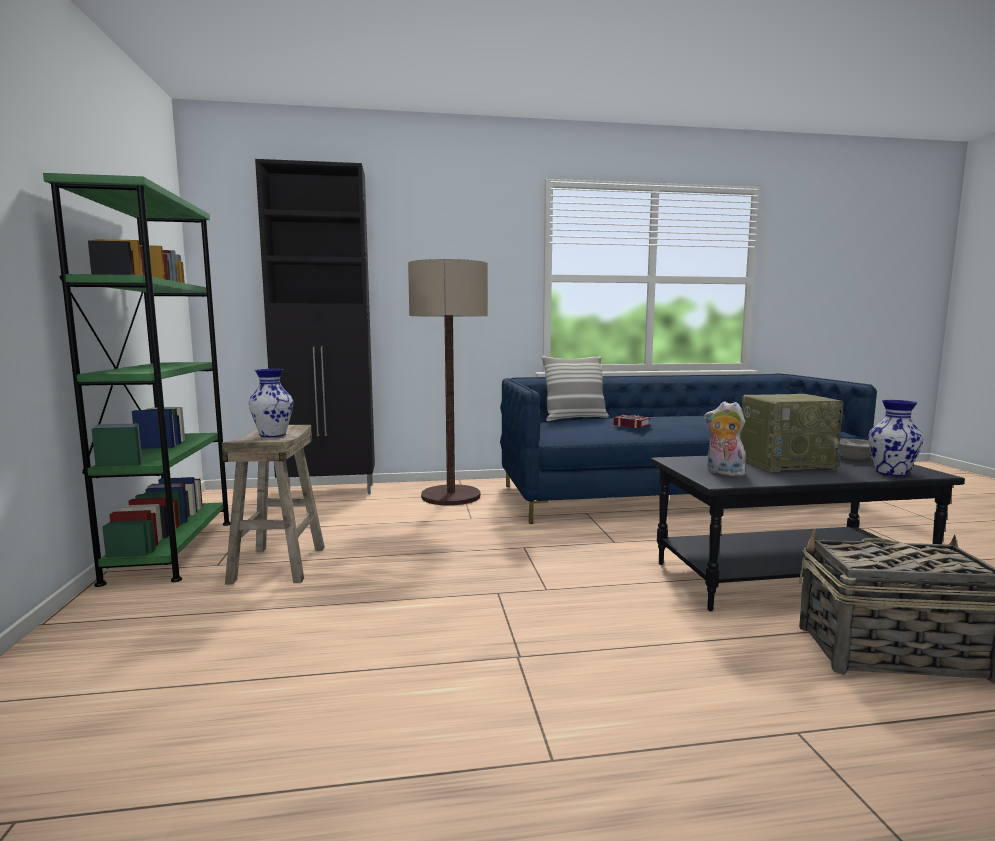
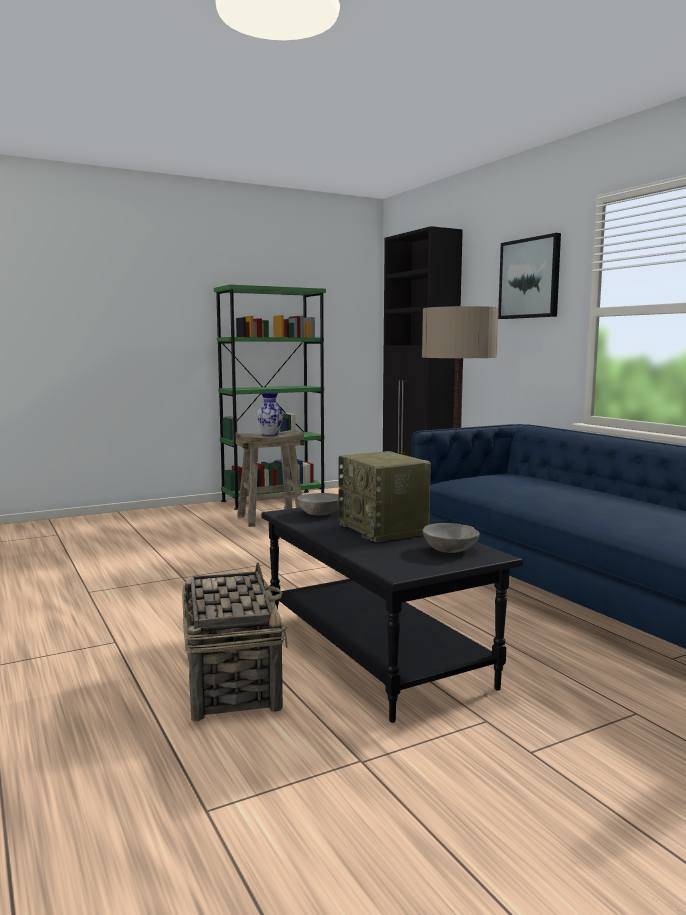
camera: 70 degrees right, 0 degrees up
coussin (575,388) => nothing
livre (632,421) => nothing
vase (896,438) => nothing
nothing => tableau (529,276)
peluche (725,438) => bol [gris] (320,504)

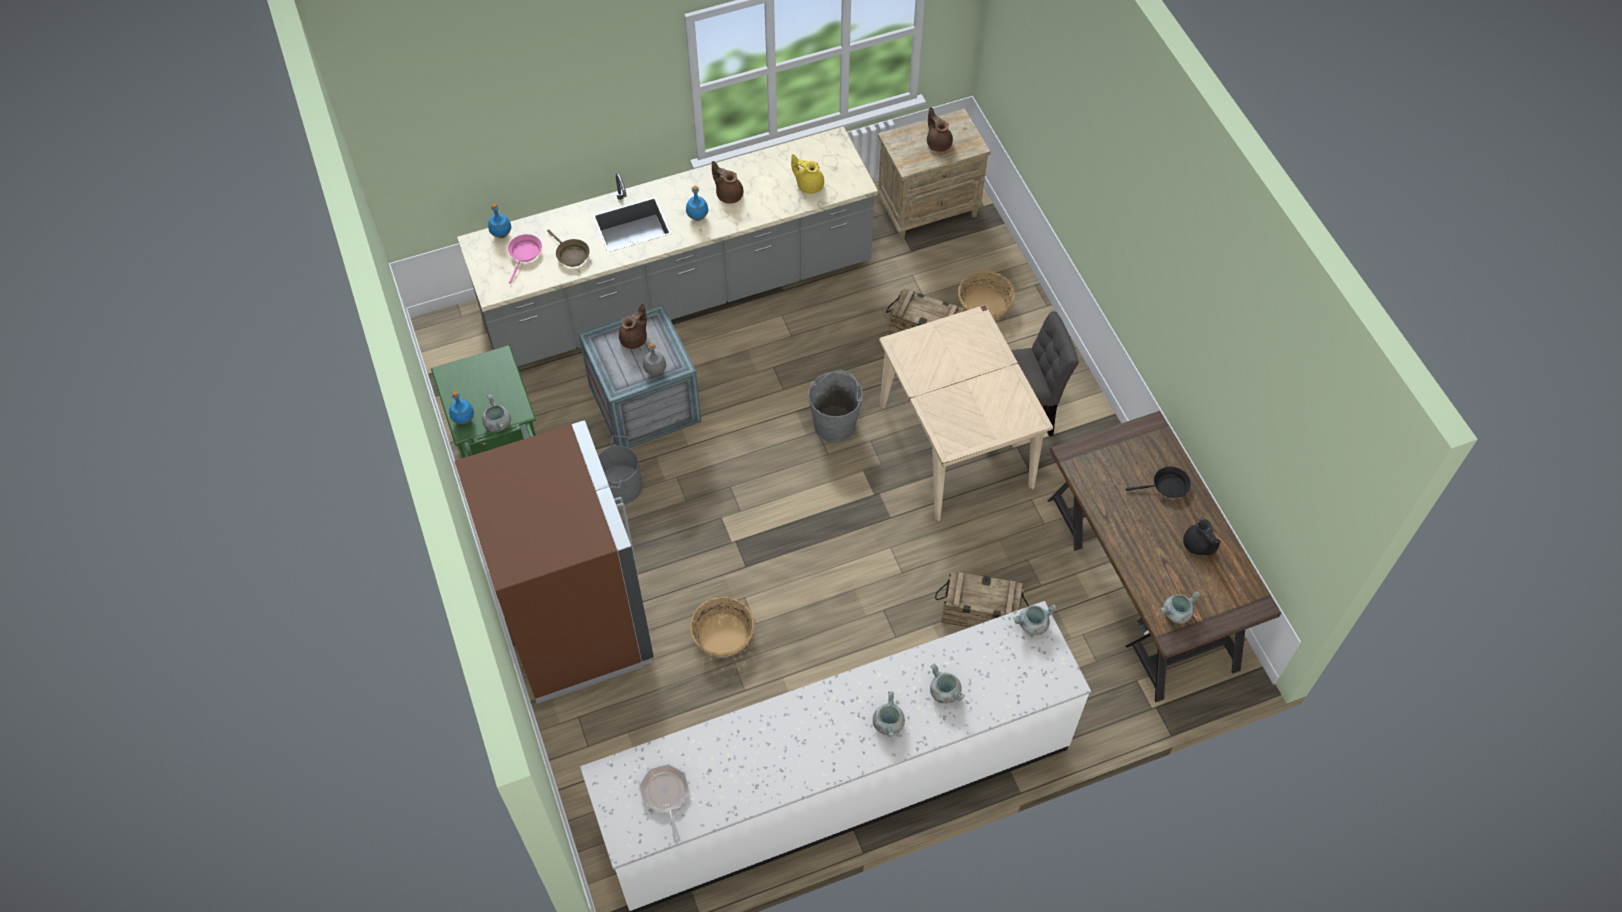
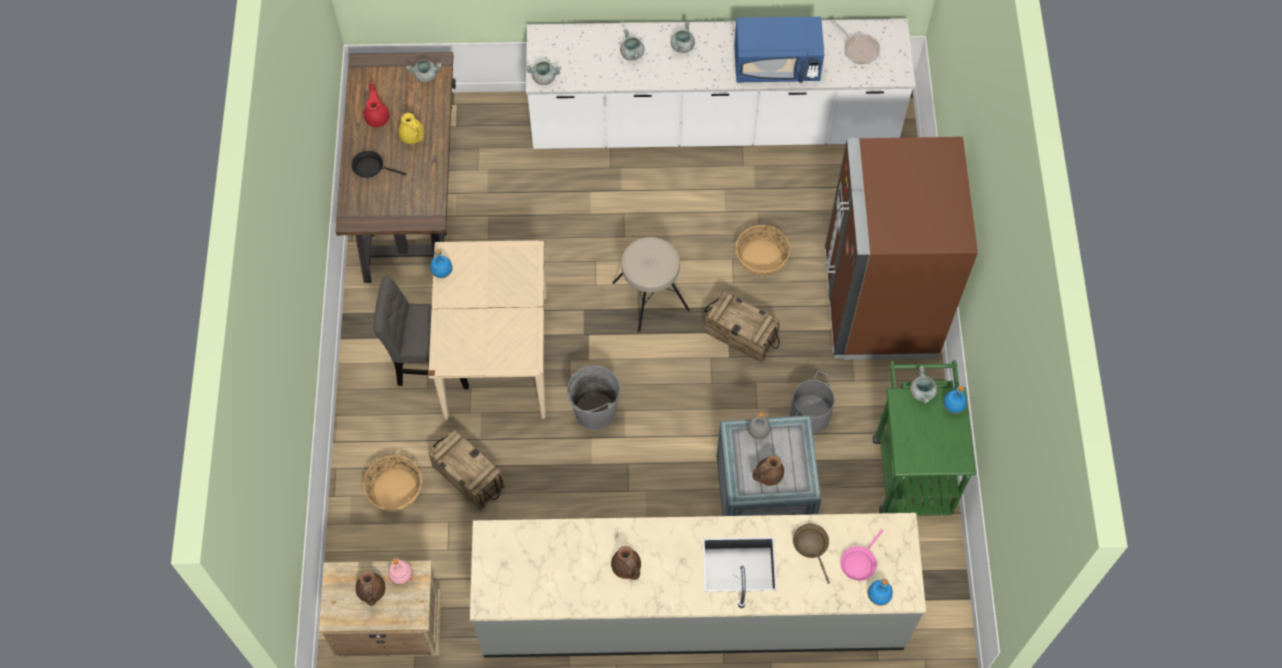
camera: 160 degrees left, 5 degrees up
nothing => bouteille [rose] (400,572)
nothing => tabouret [beige] (651,284)
nothing => micro-ondes [bleu] (779,50)
bouteille [bleu] (697,203) => bouteille [bleu] (441,264), relocated
théière [jaune] (807,174) => théière [jaune] (411,128), relocated
caisse (982,599) => caisse (742,326), relocated
théière [noir] (1202,537) => théière [rouge] (376,105)
poêle (664,803) => poêle (855,42), 45 degrees counterclockwise

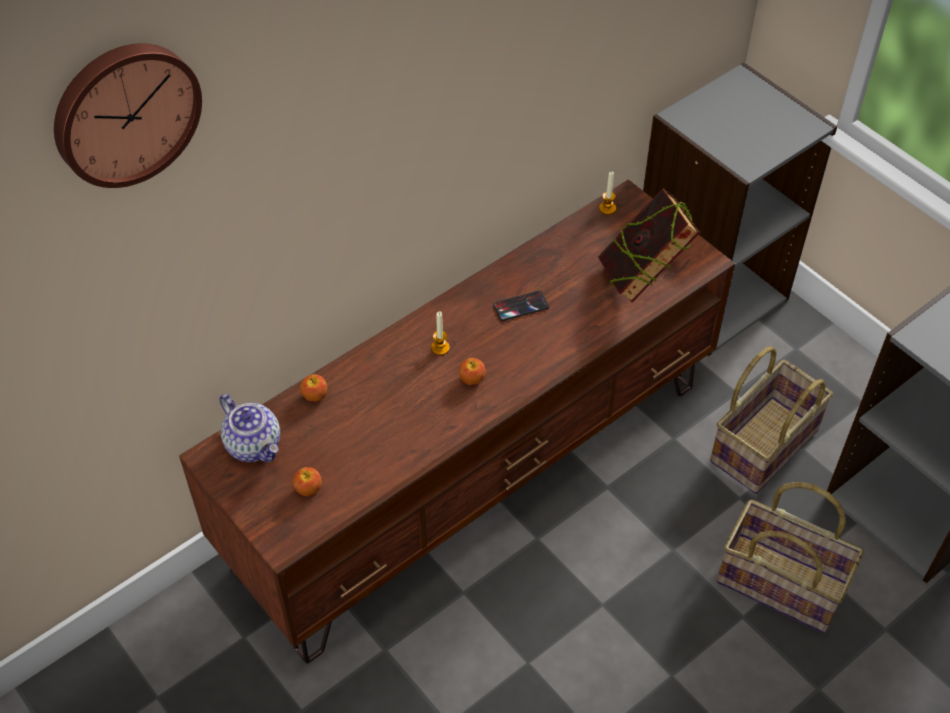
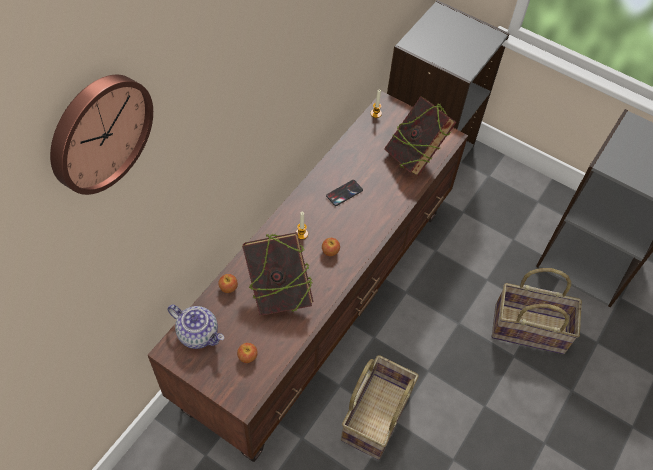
camera: 20 degrees left, 5 degrees up
nothing => livre (278,274)
panier (771,420) => panier (380,407), relocated

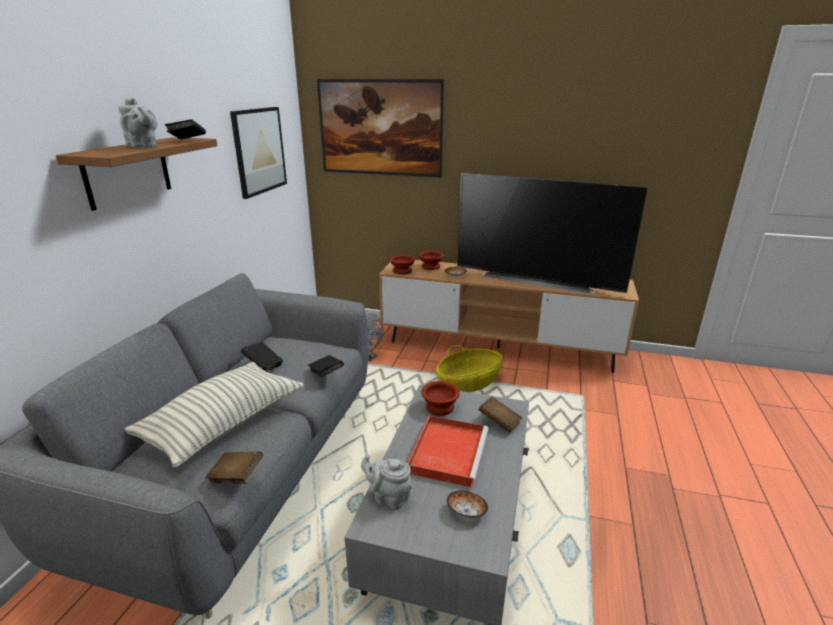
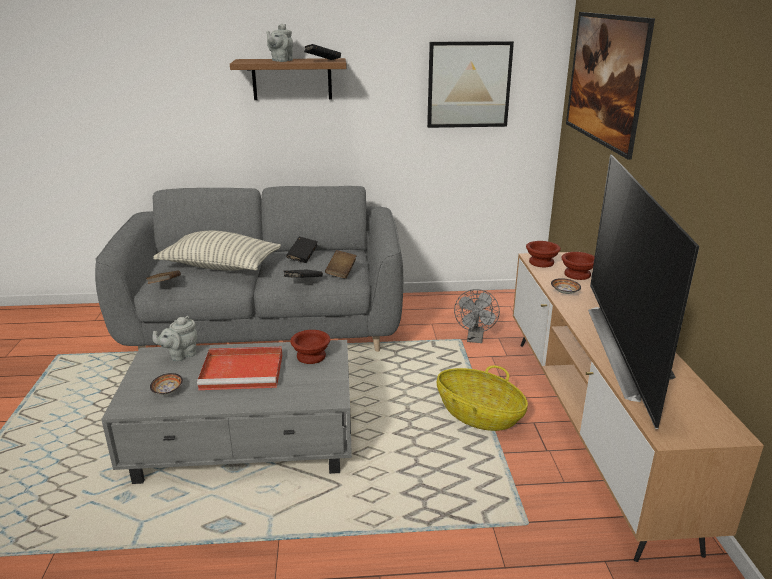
camera: 70 degrees right, 0 degrees up
livre [marron] (500,415) => livre [marron] (341,264), relocated
théière [gris] (386,482) => théière [gris] (174,339), 135 degrees counterclockwise

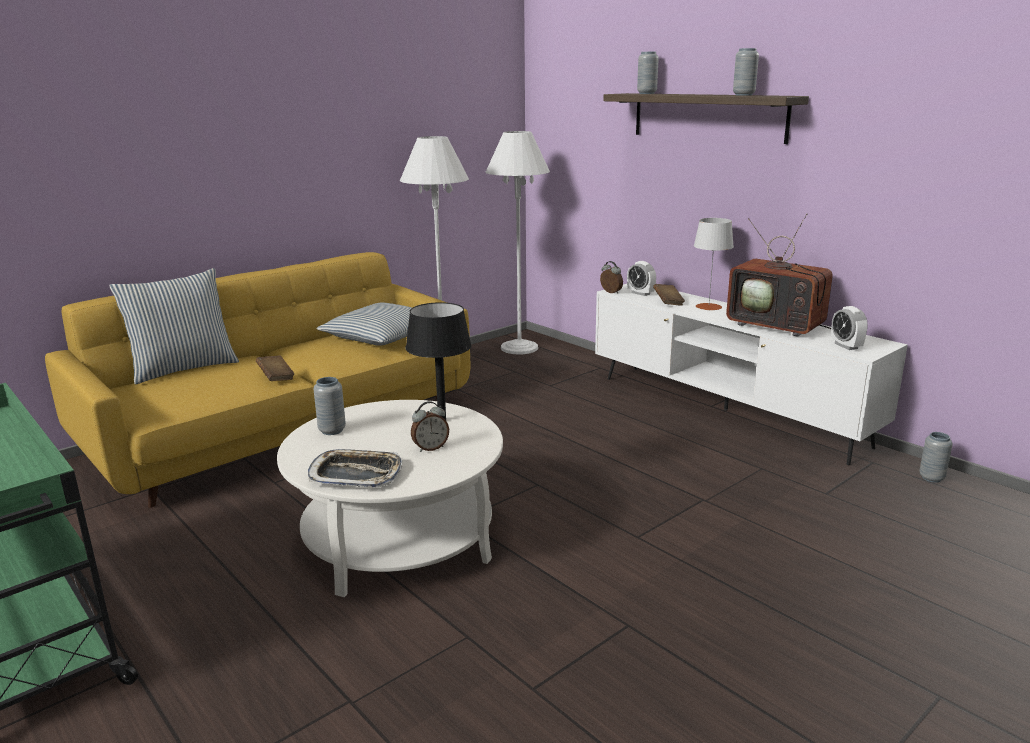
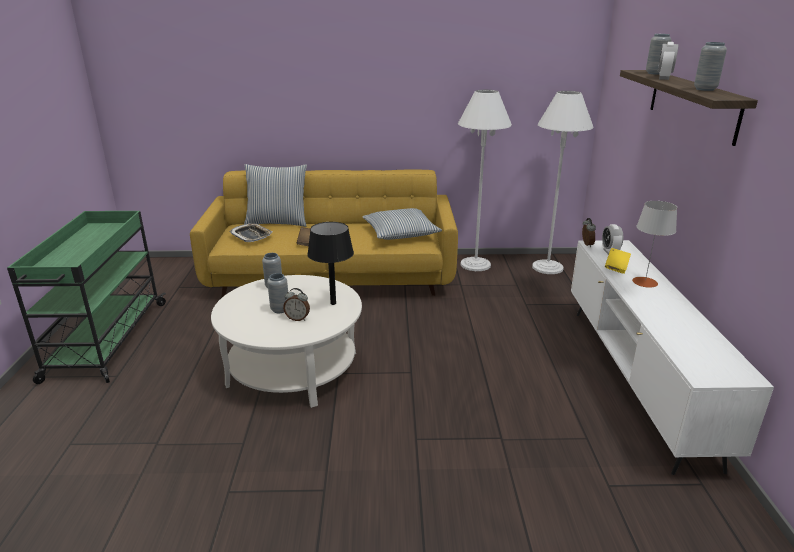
camera: 40 degrees right, 5 degrees up
téléviseur (779,275) => nothing
plateau (355,468) => plateau (251,232), relocated
réveil (849,328) => réveil (668,61), relocated
vase [gris] (936,457) => vase [gris] (277,293), relocated
livre [marron] (669,295) => livre [jaune] (618,261)

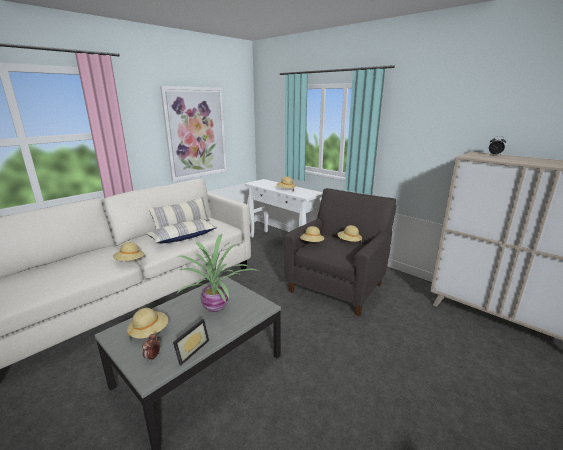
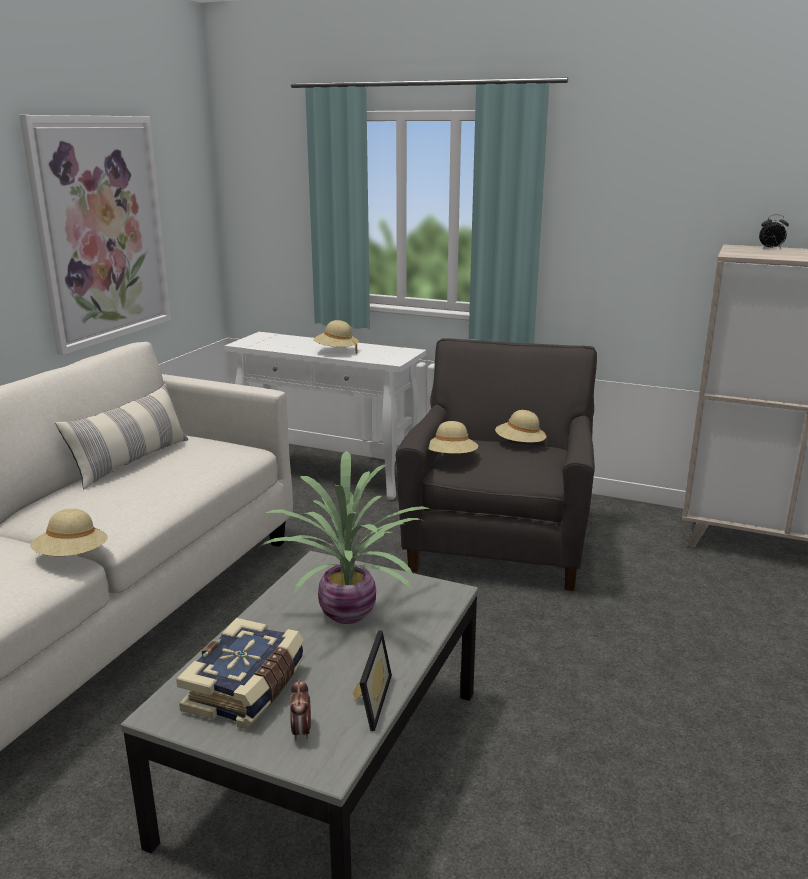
camera: 20 degrees left, 0 degrees up
coussin (182,231) => nothing
chapeau [beige] (147,324) => livre (240,674)

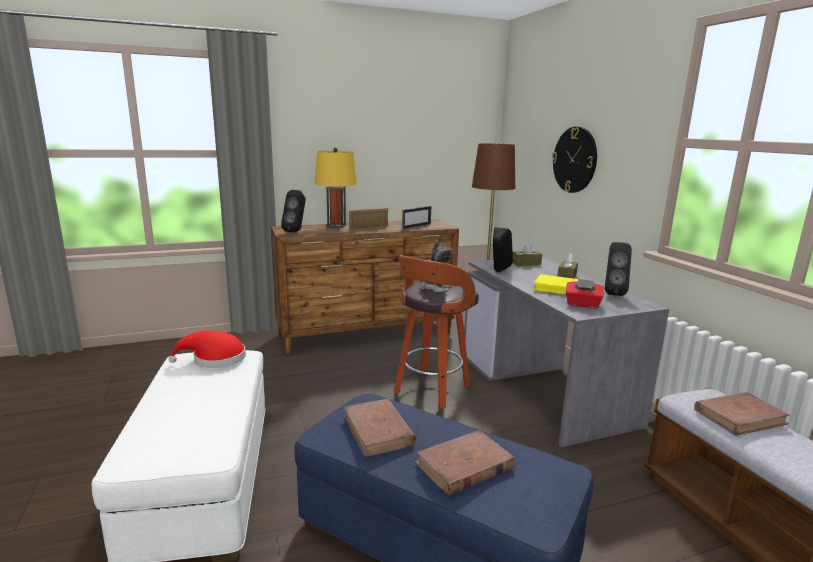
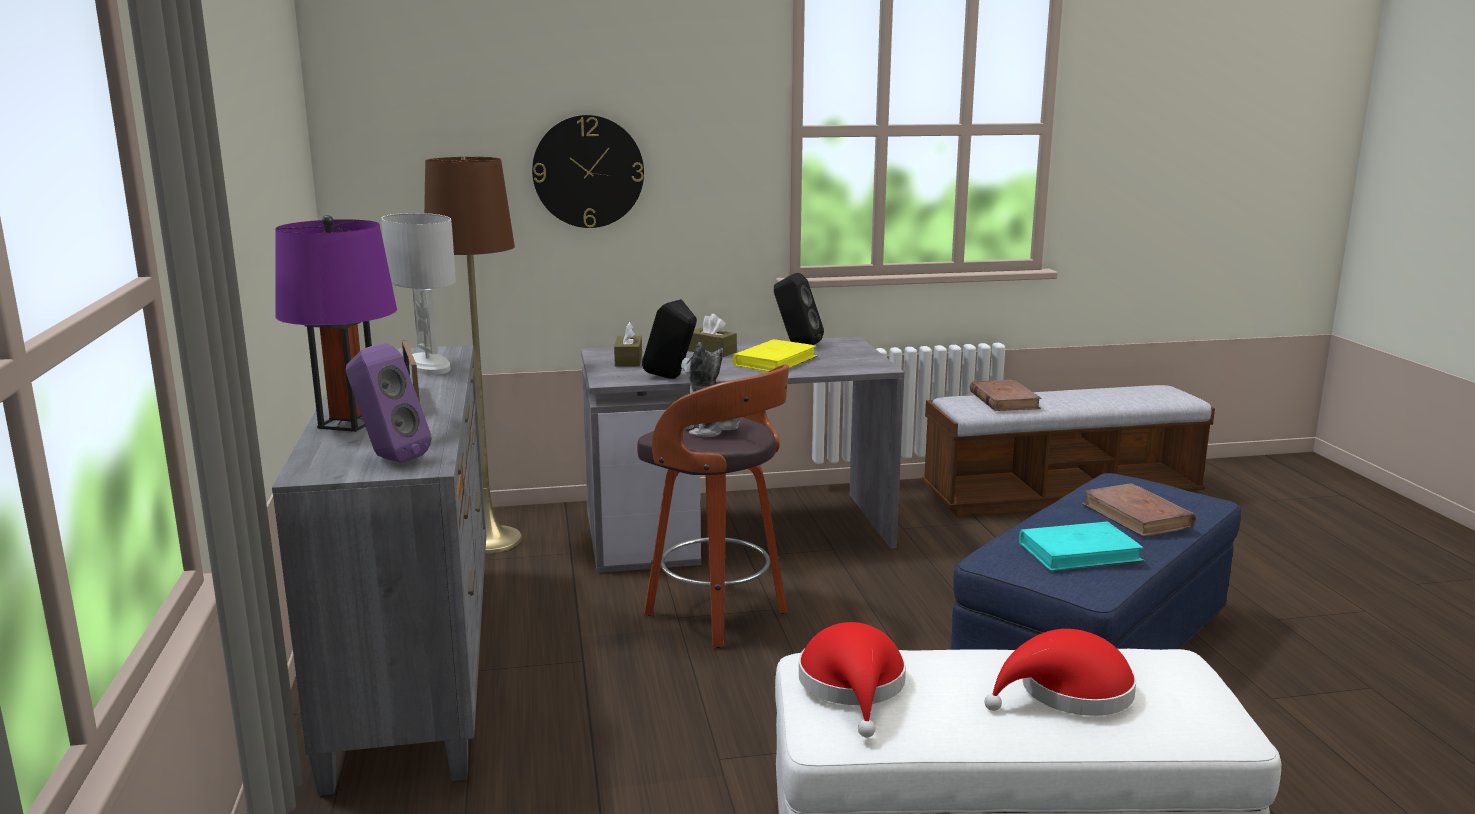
camera: 80 degrees left, 0 degrees up
boîte à mouchoirs [rouge] (585,294) => nothing
nothing => chapeau [rouge] (1060,672)
cadre photo (416,217) => lampe de table [blanc] (419,294)
commode [marron] (365,286) => commode [gris] (379,570)
enceinte [noir] (293,211) => enceinte [violet] (389,403)
lampe de table [jaune] (336,187) => lampe de table [violet] (336,323)
livre [marron] (380,428) => livre [turquoise] (1081,546)

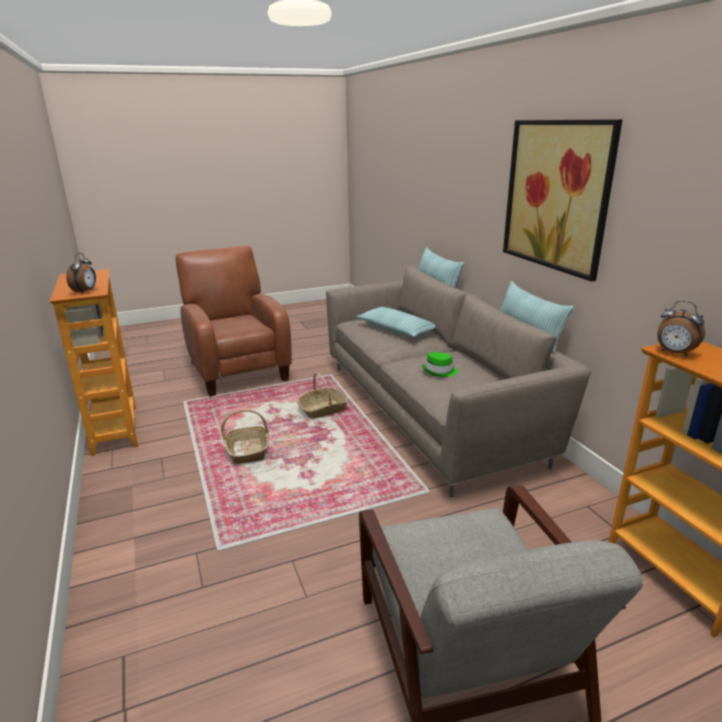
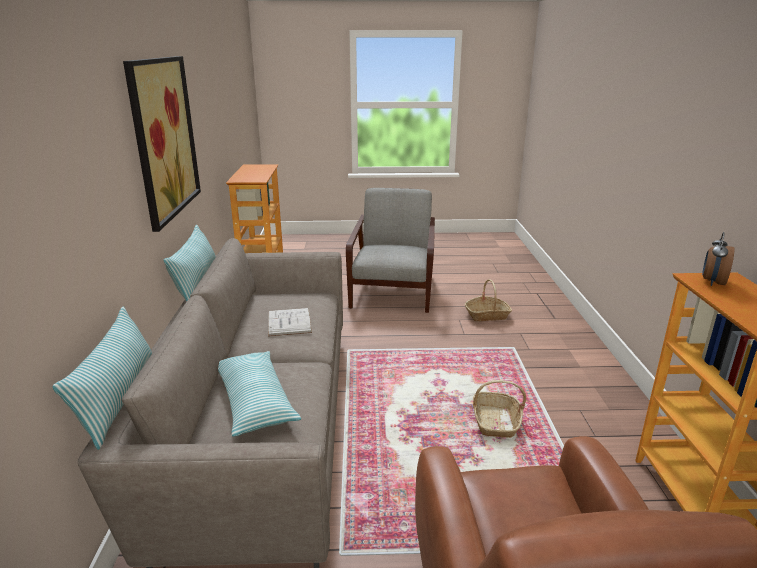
camera: 160 degrees left, 0 degrees up
réveil (681,329) => nothing
panier (322,395) => panier (488,300), relocated
chapeau [vert] (440,364) => livre [blanc] (290,322)

